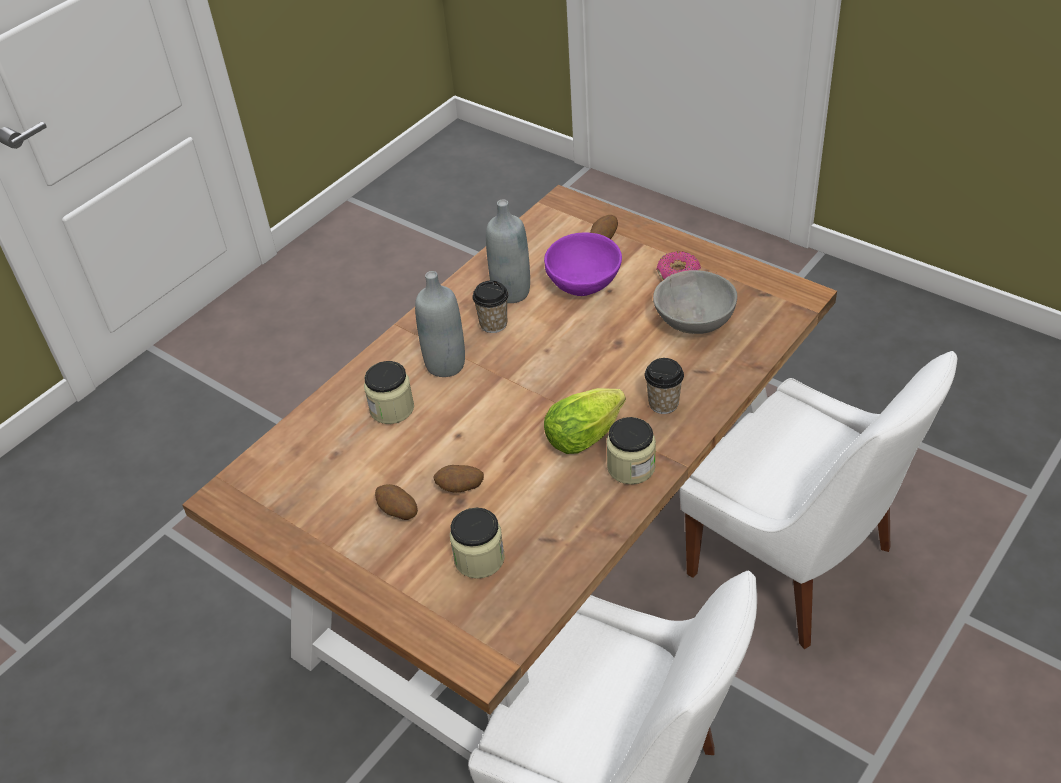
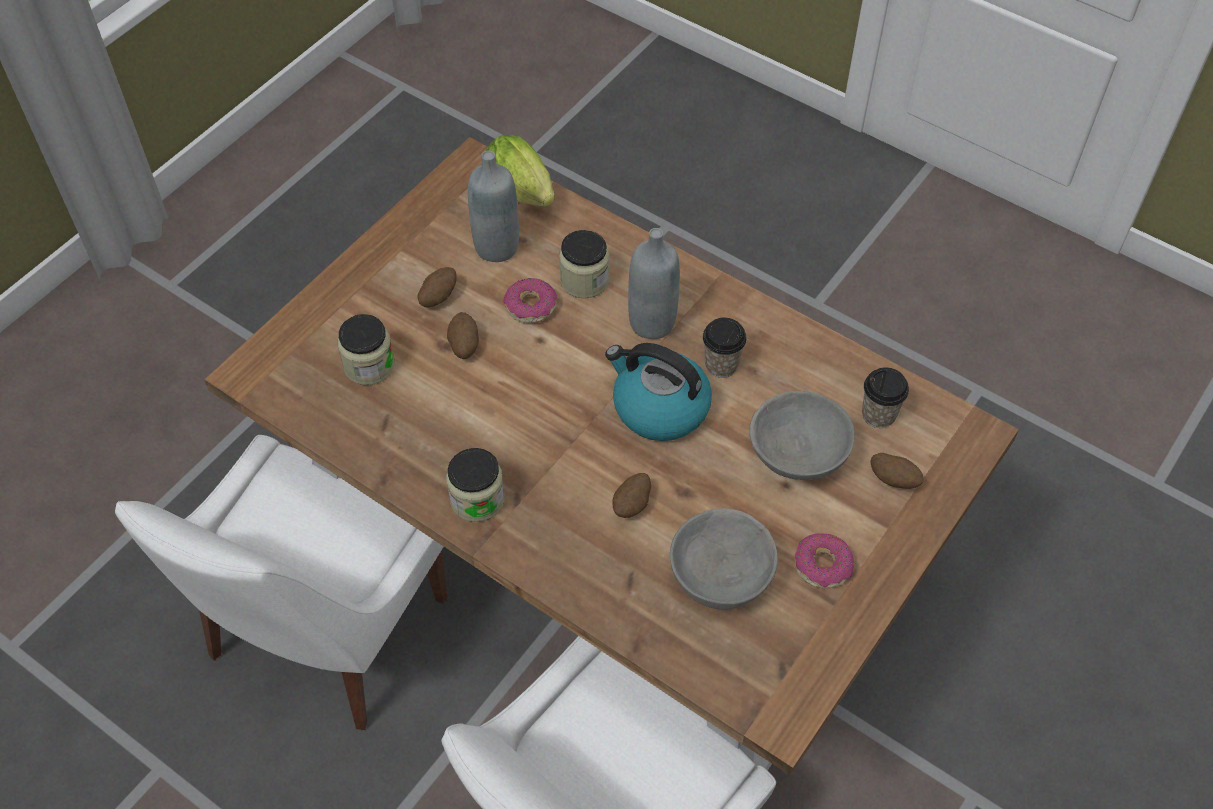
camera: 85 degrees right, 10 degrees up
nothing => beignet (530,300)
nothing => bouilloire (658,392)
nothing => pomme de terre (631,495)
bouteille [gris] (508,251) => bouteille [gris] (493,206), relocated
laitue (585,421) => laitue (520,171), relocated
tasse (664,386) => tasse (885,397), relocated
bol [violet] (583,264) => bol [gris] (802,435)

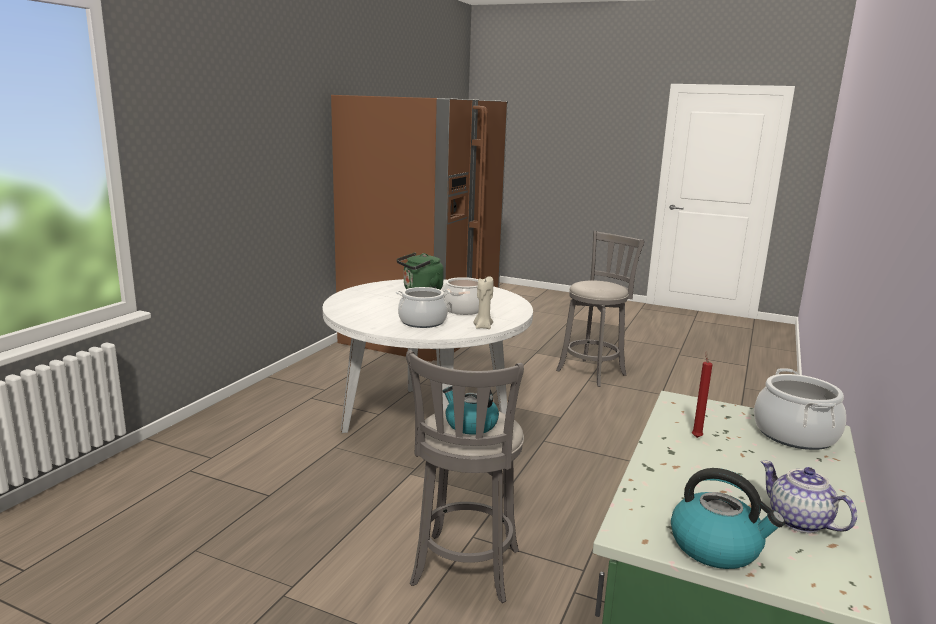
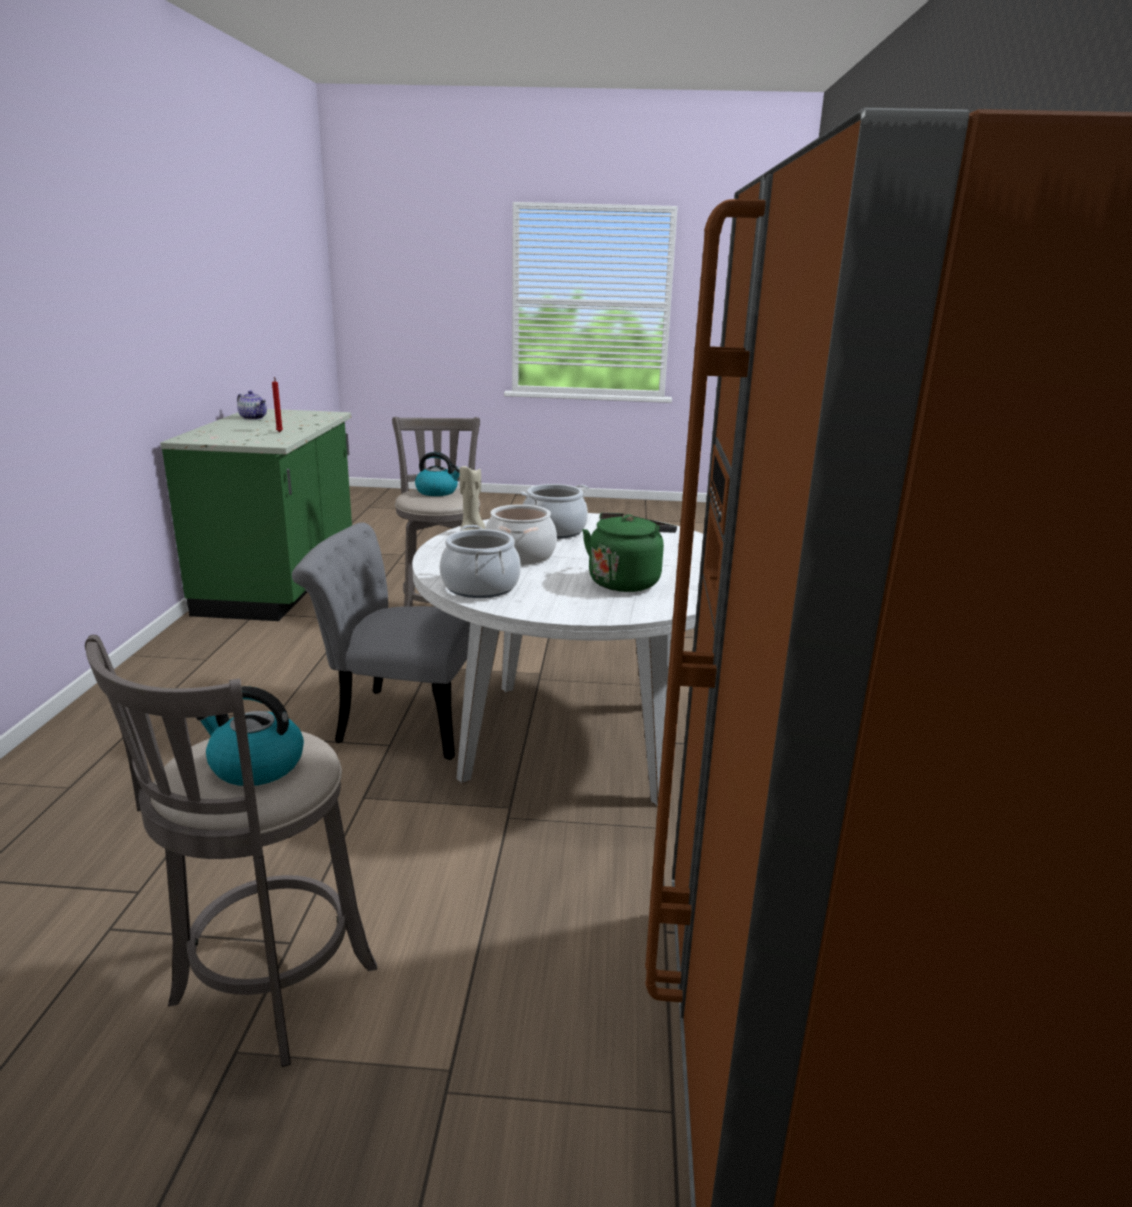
camera: 160 degrees right, 5 degrees up
nothing => chaise [gris] (381,641)
bouilloire (728,518) => bouilloire (250,736), relocated
marmite (800,409) => marmite (480,561), relocated

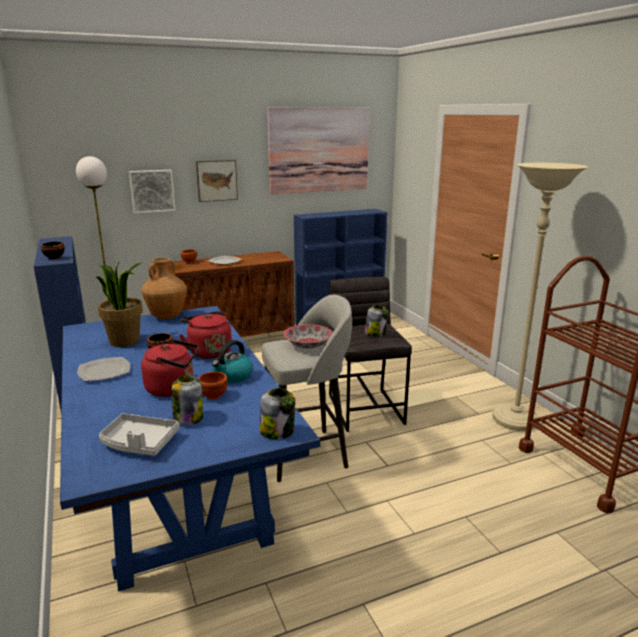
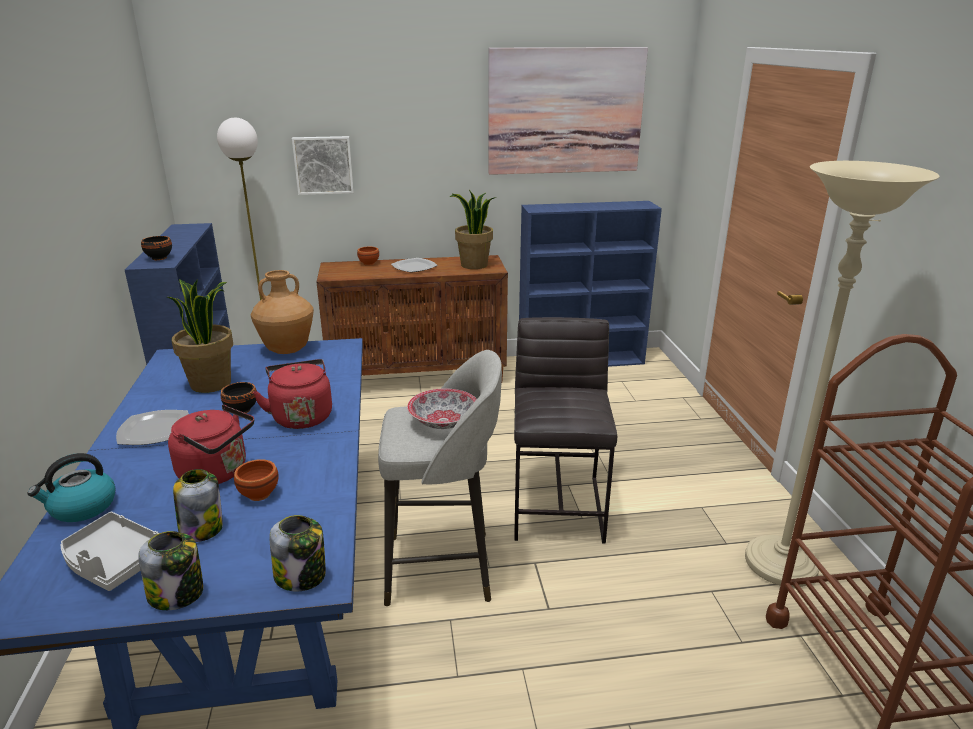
camera: 15 degrees right, 5 degrees up
tableau (217,181) => nothing
nothing => plante en pot (473,229)
bouilloire (232,361) => bouilloire (72,487), relocated
bocal (376,321) => bocal (171,570), relocated

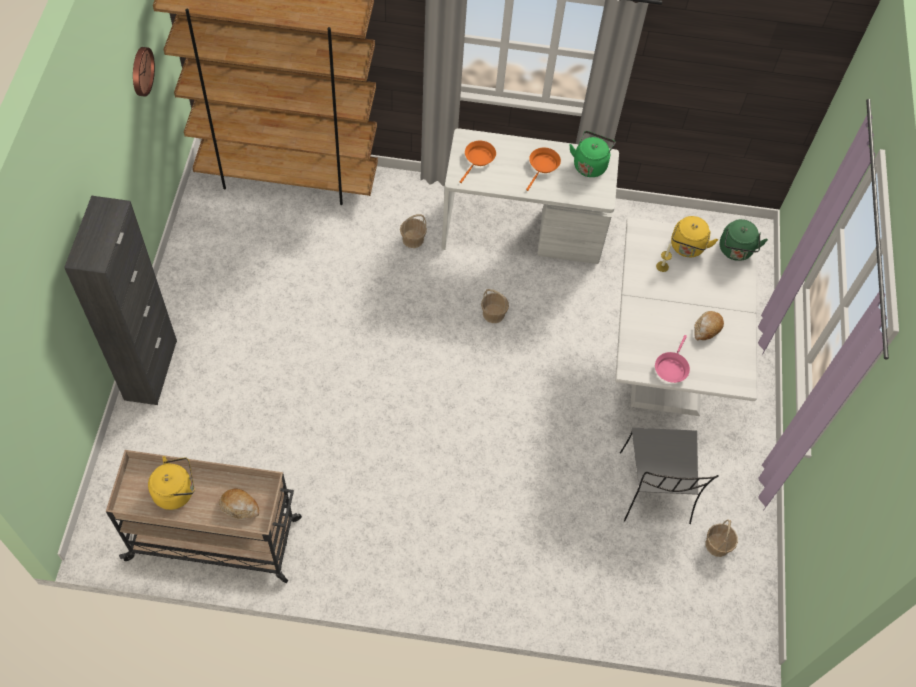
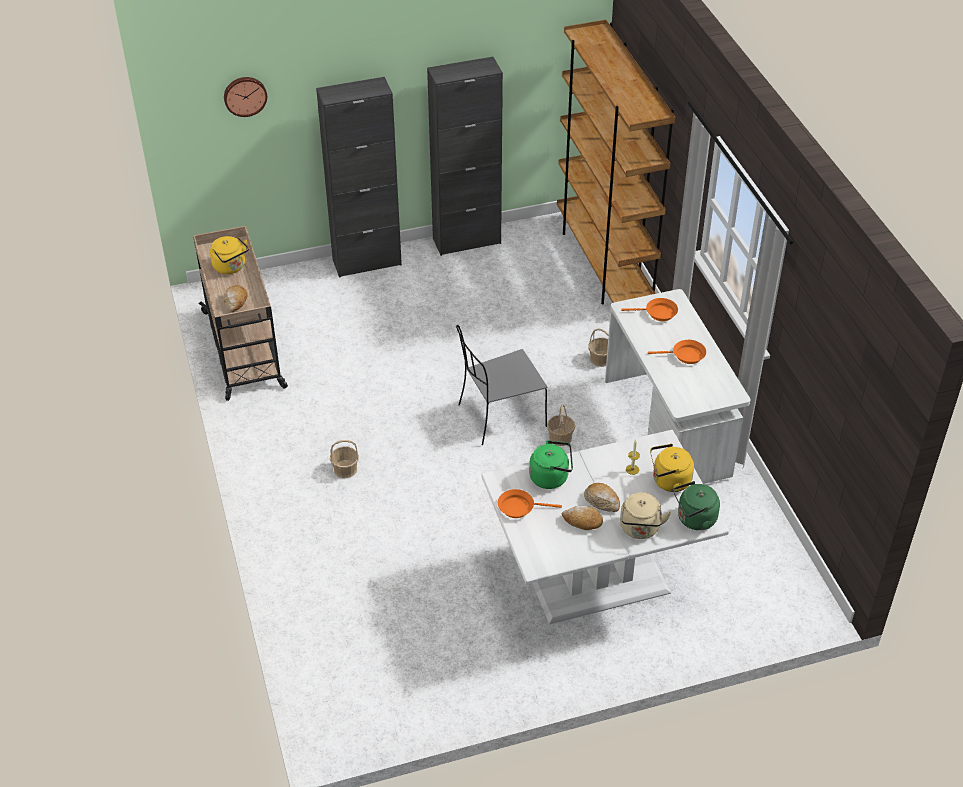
camera: 70 degrees right, 15 degrees down
nothing => meuble de rangement [noir] (465,156)
nothing => pain (602,497)
nothing => bouilloire [beige] (645,515)
horloge murale (144,72) => horloge murale (245,97), relocated
bouilloire [vert] (592,154) => bouilloire [vert] (551,464), relocated
chaise [gris] (669,476) => chaise [gris] (501,385), relocated
panier (721,538) => panier (344,459), relocated
poêle [rose] (672,359) => poêle [orange] (530,503)

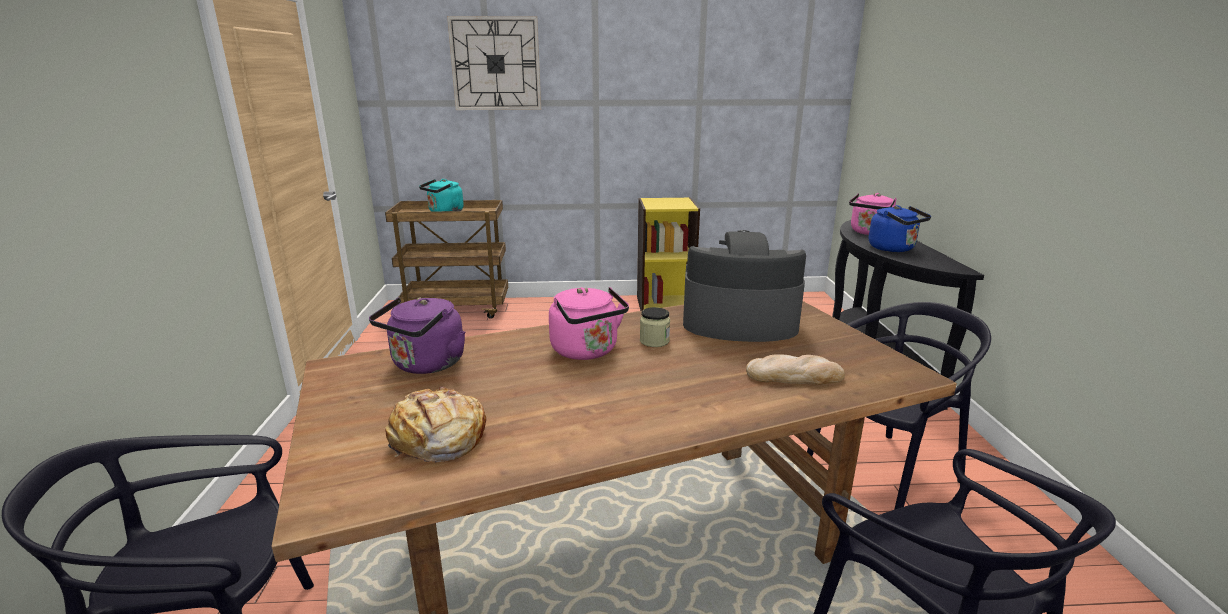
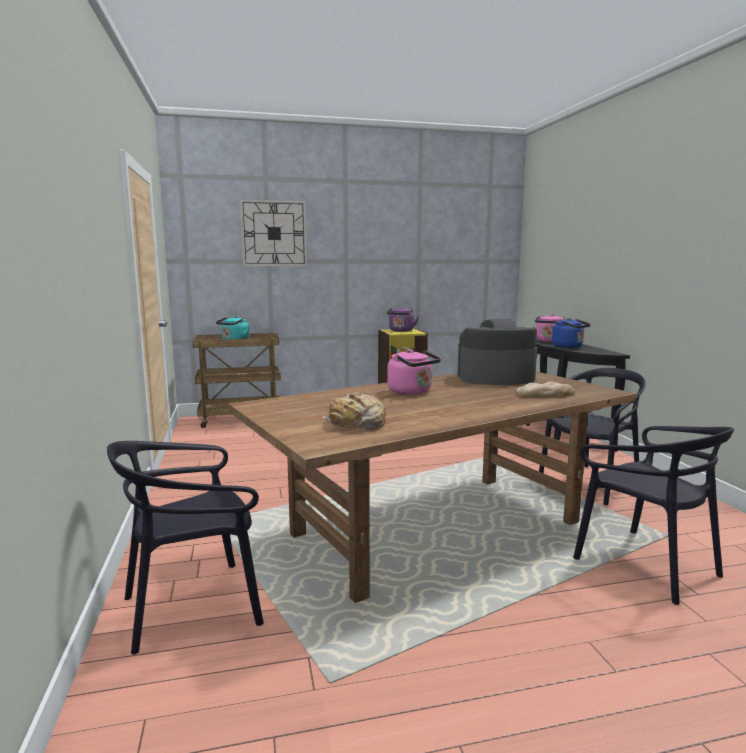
camera: 10 degrees left, 10 degrees down
bocal (655,327) => nothing
bouilloire [violet] (417,335) => bouilloire [violet] (403,319), relocated

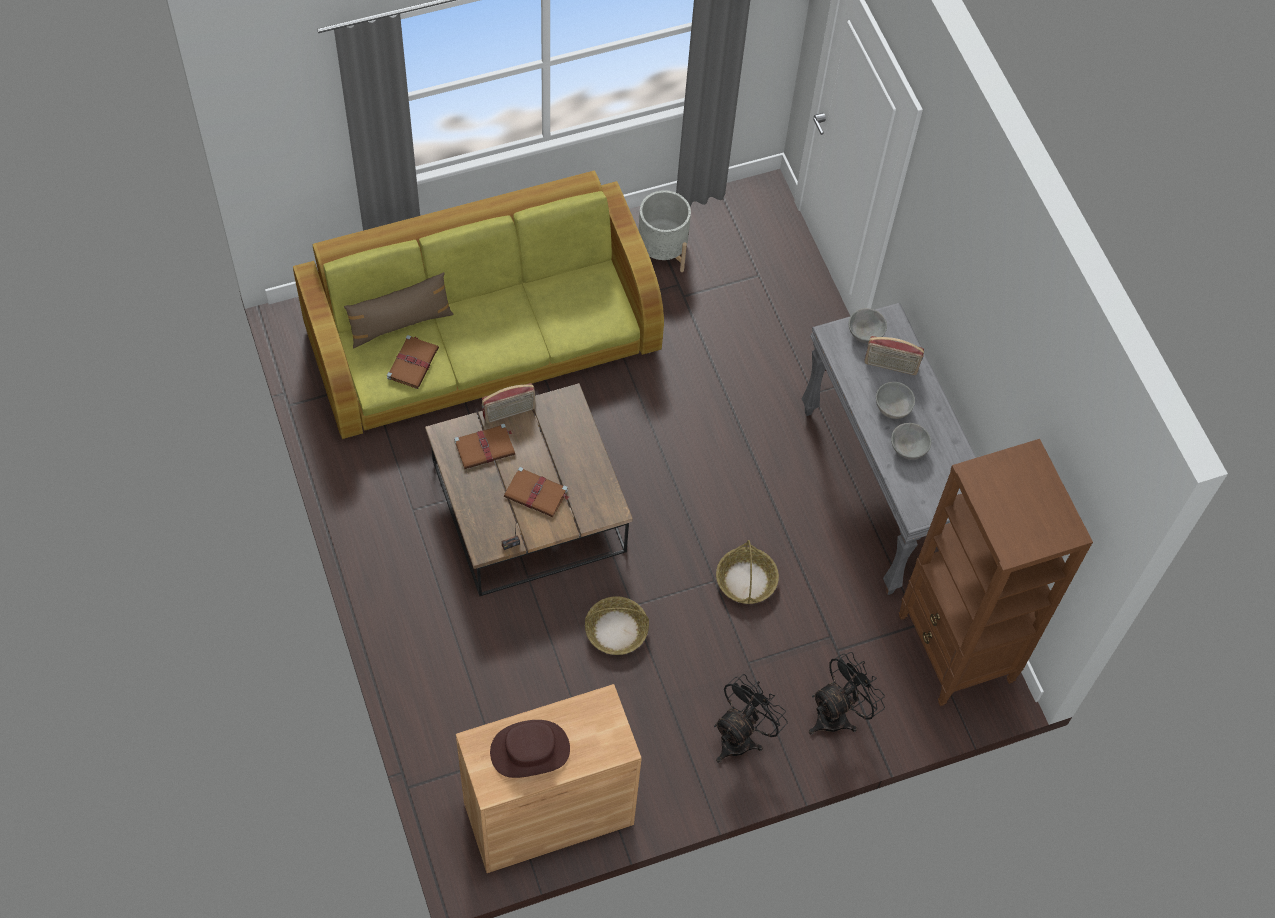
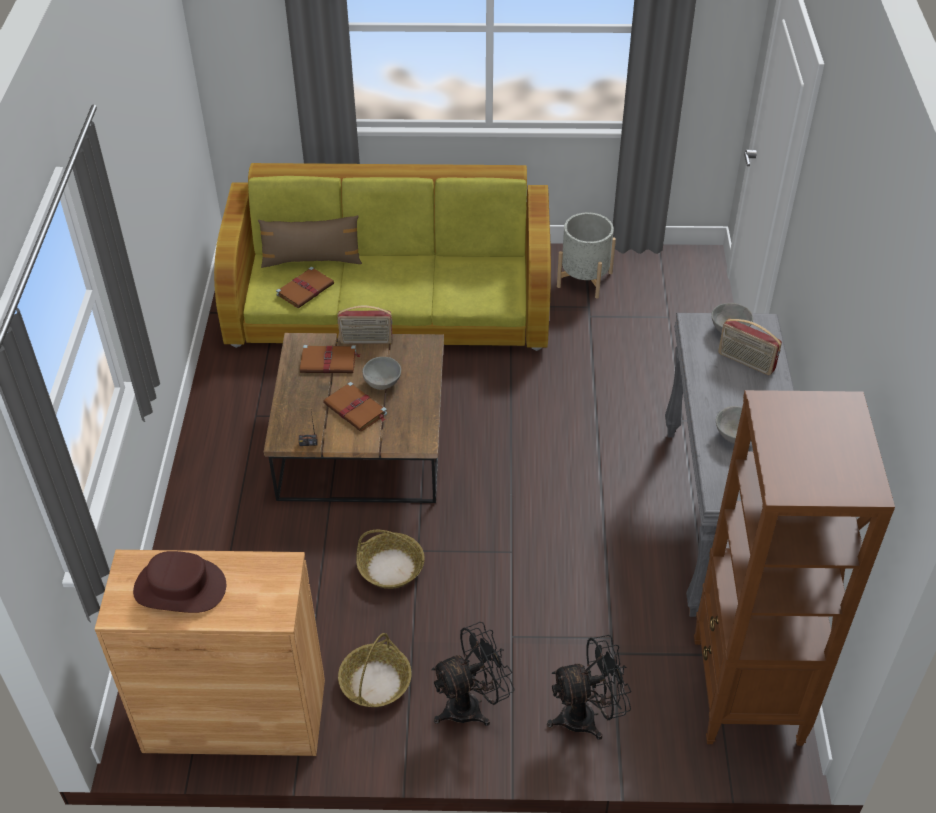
camera: 25 degrees right, 15 degrees down
panier (747,572) => panier (375,670), relocated
bol [gris] (895,400) => bol [gris] (381,373), relocated

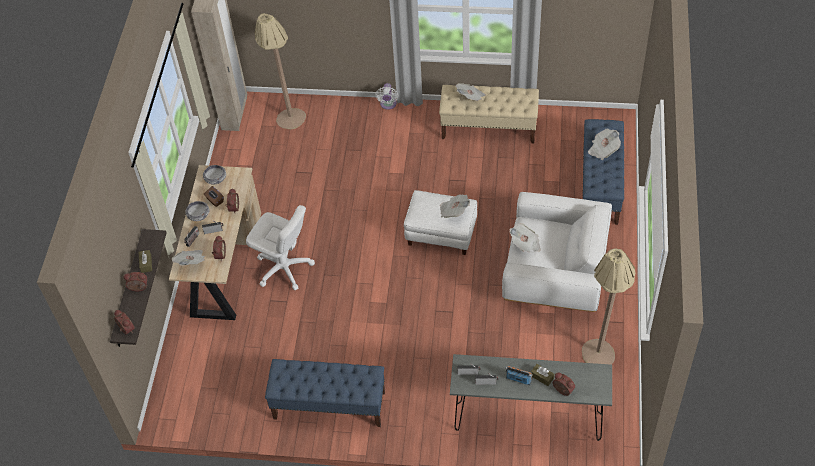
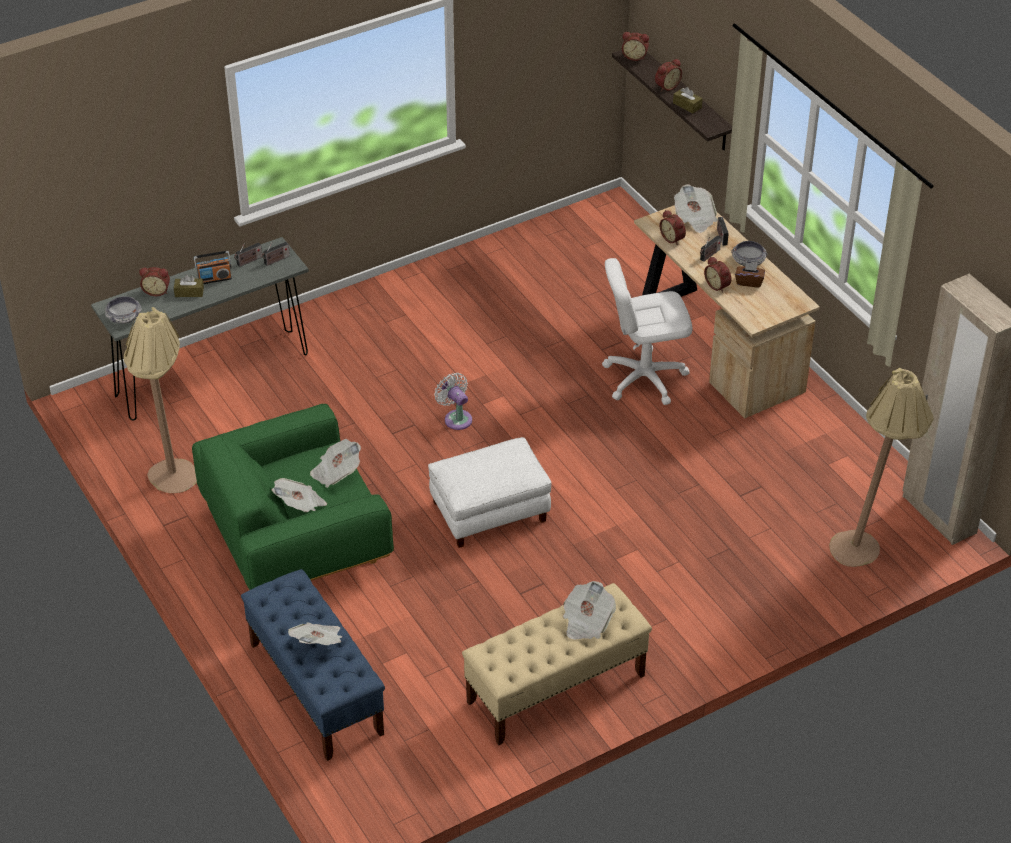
camera: 140 degrees right, 10 degrees down
banc [bleu] (325,393) => nothing
bol (214,174) => bol (123,310), relocated
ventilateur [blanc] (386,96) => ventilateur [blanc] (453,401), relocated
journal (455,206) => journal (299,495), relocated
fauteuil [blanc] (557,252) => fauteuil [vert] (293,497)

